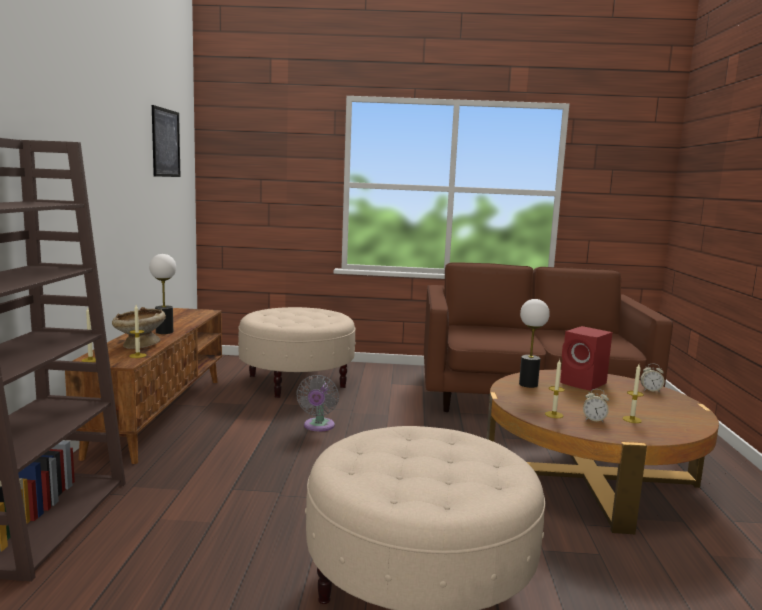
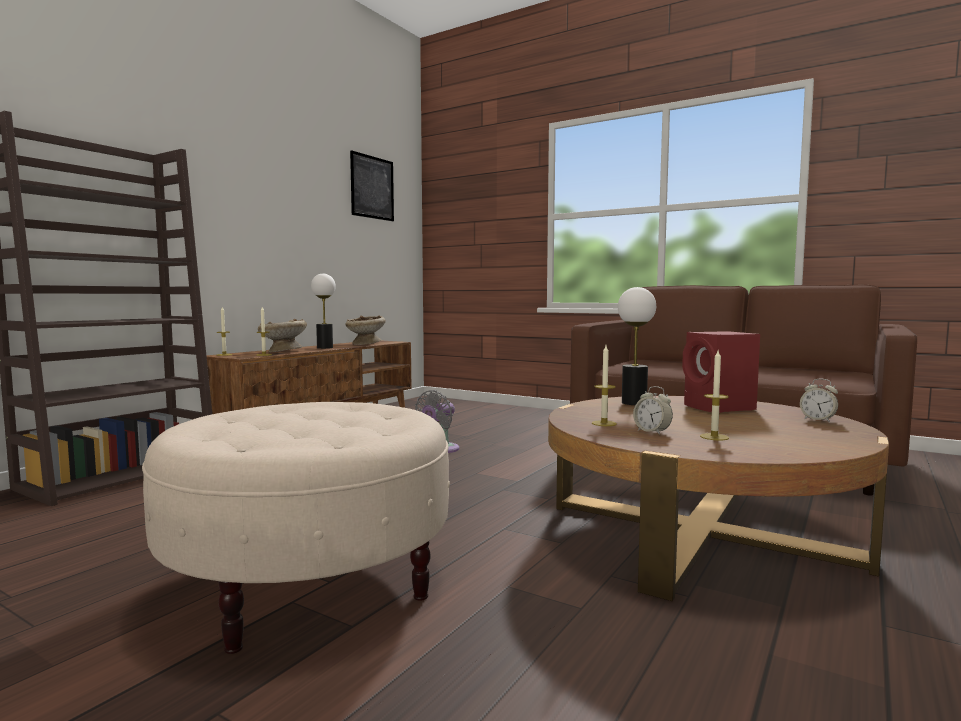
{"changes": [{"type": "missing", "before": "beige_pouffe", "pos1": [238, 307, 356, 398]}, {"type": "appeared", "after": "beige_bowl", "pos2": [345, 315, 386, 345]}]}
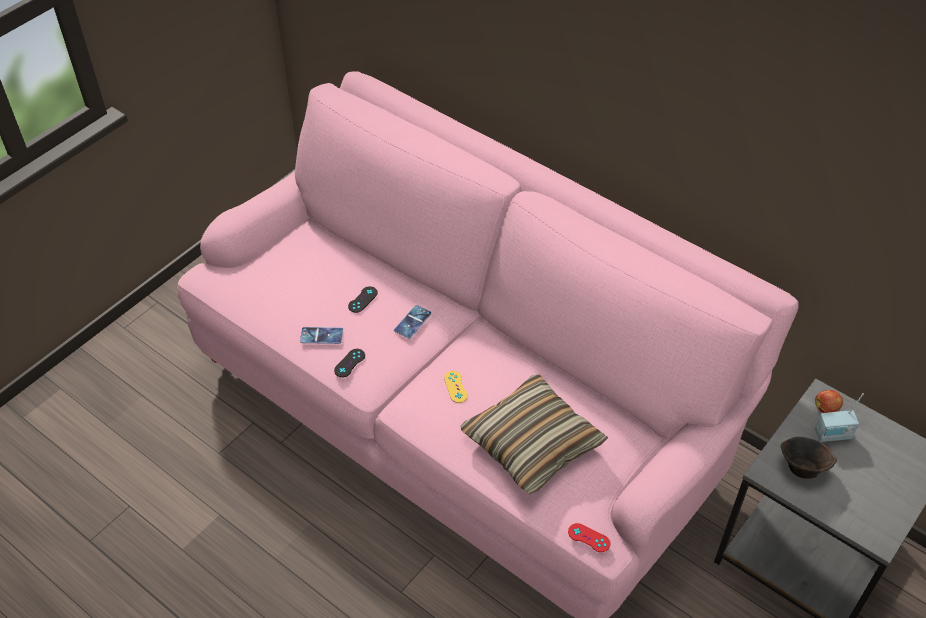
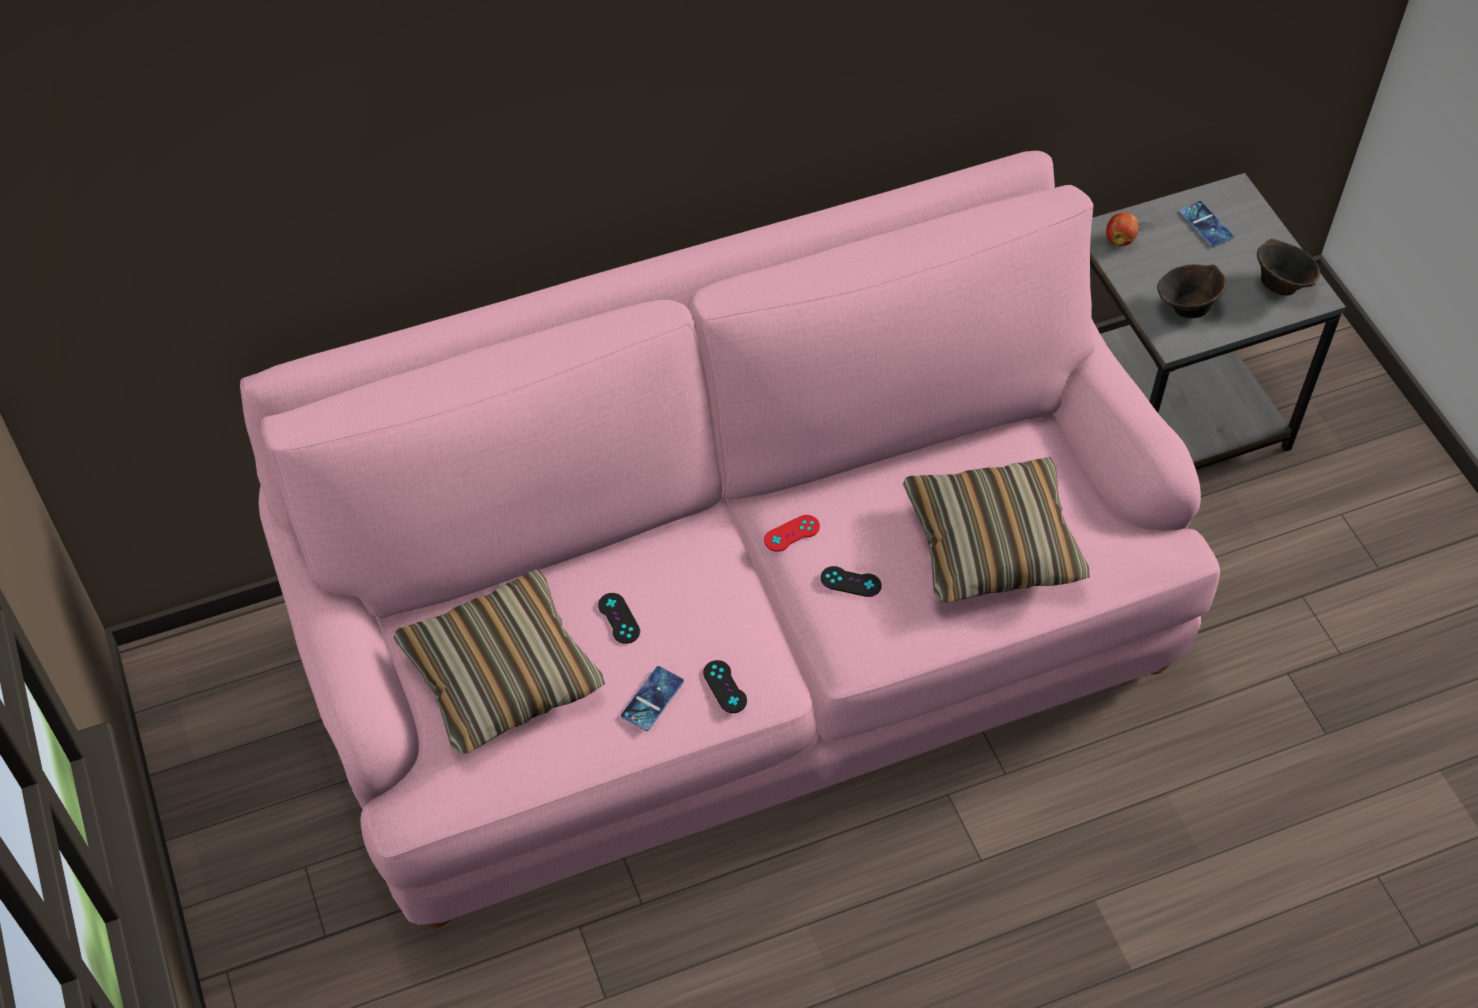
{"changes": [{"type": "relocated", "before": "telephone", "pos1": [394, 305, 432, 339], "pos2": [1179, 201, 1234, 247]}, {"type": "colour", "before": "yellowish_gamepad", "after": "black_gamepad", "pos1": [444, 371, 468, 403], "pos2": [820, 566, 882, 597]}, {"type": "relocated", "before": "red-coloured_gamepad", "pos1": [568, 523, 610, 552], "pos2": [764, 515, 820, 552]}, {"type": "missing", "before": "radio", "pos1": [815, 393, 864, 442]}, {"type": "appeared", "after": "throw_pillow", "pos2": [394, 568, 605, 753]}, {"type": "appeared", "after": "brown_bowl", "pos2": [1257, 239, 1320, 296]}]}
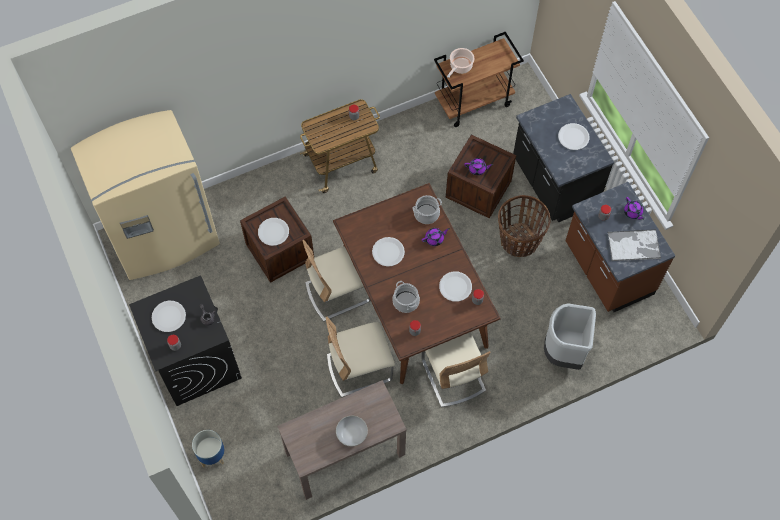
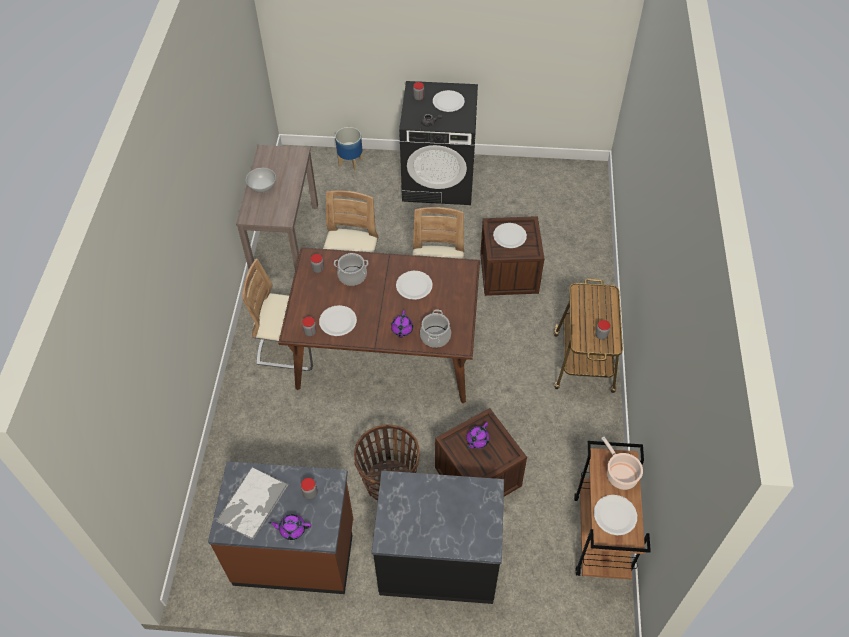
{"changes": [{"type": "missing", "before": "beige_fridge", "pos1": [71, 110, 220, 280]}, {"type": "missing", "before": "greyish_trash_can", "pos1": [544, 304, 596, 370]}, {"type": "relocated", "before": "white-coloured_flat_dish", "pos1": [558, 123, 590, 150], "pos2": [594, 495, 637, 535]}]}
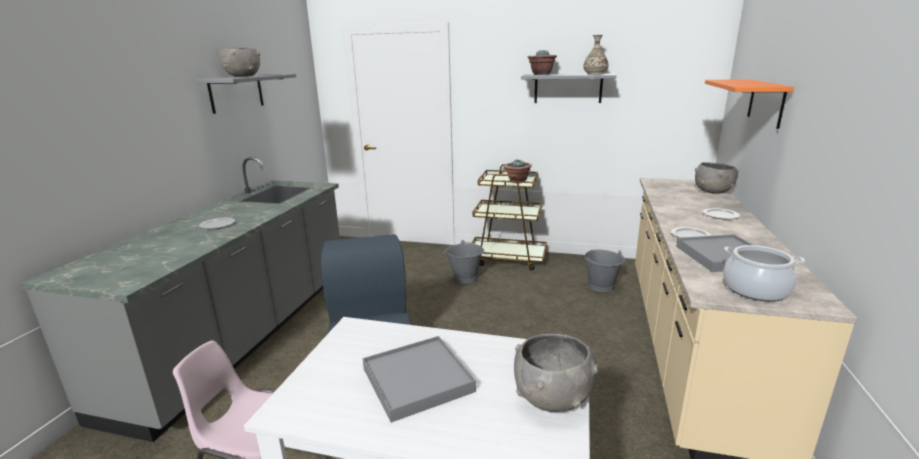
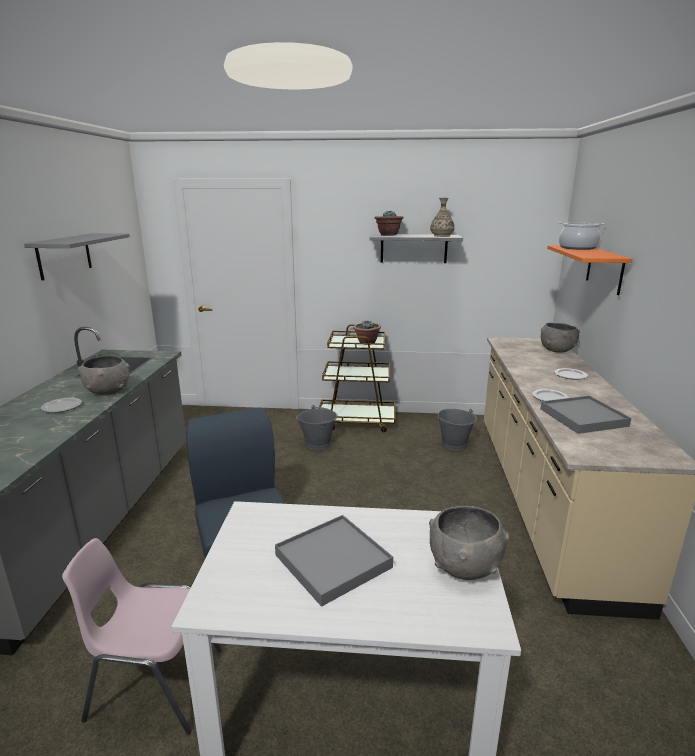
{"changes": [{"type": "relocated", "before": "greyish_bowl", "pos1": [218, 47, 260, 77], "pos2": [77, 355, 130, 395]}, {"type": "relocated", "before": "cooking_pot", "pos1": [723, 245, 805, 302], "pos2": [559, 222, 605, 250]}]}
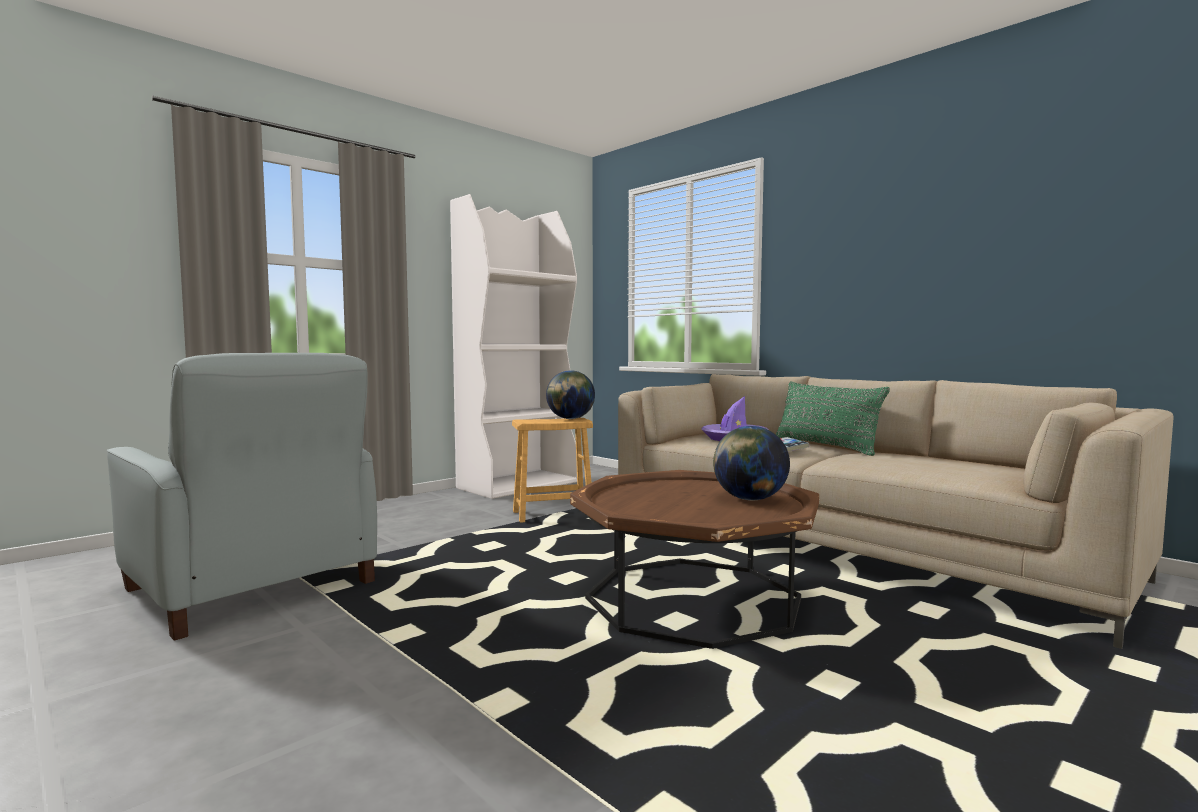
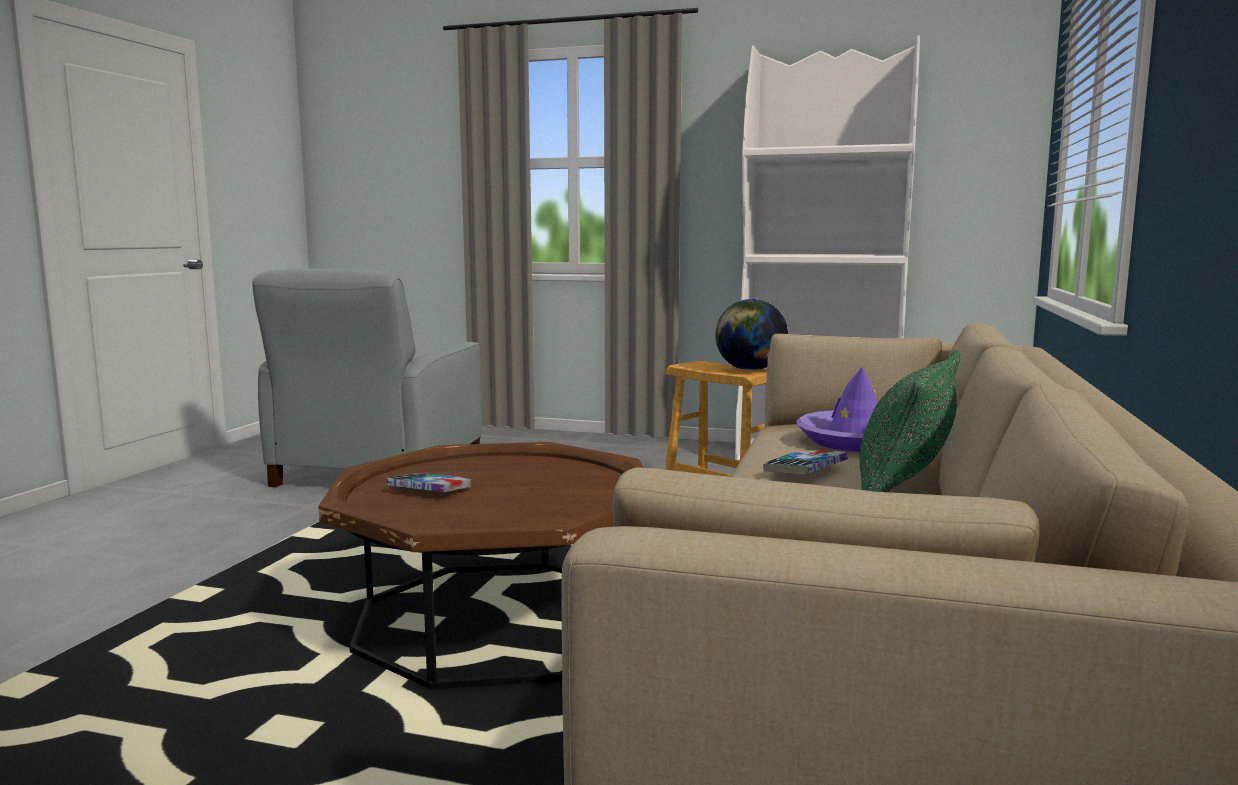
{"changes": [{"type": "missing", "before": "desk_globe", "pos1": [713, 426, 790, 500]}, {"type": "appeared", "after": "book", "pos2": [386, 473, 472, 492]}]}
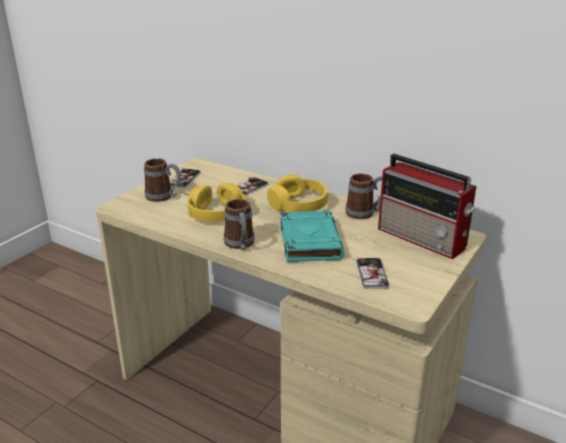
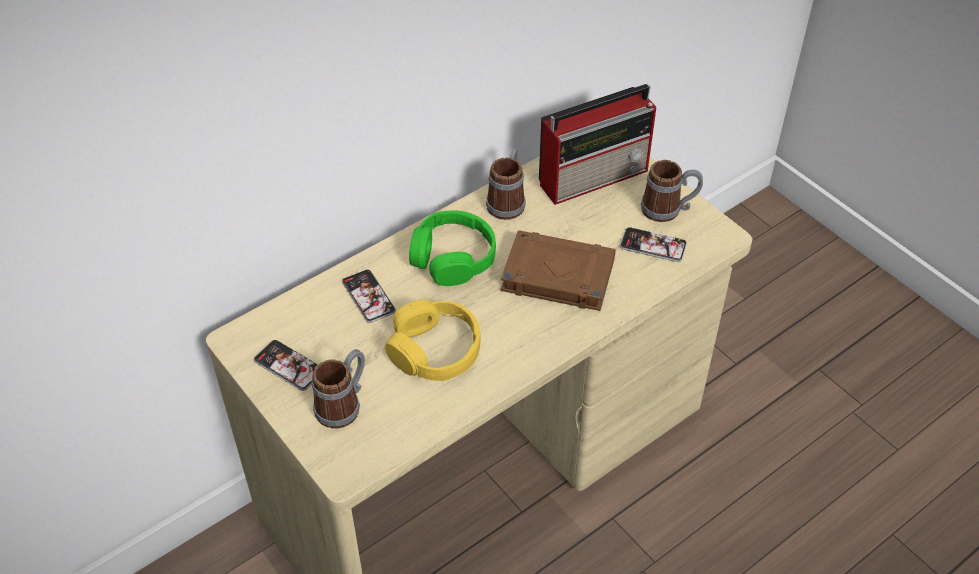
{"changes": [{"type": "relocated", "before": "coffee_mug", "pos1": [224, 199, 255, 250], "pos2": [641, 160, 703, 222]}, {"type": "colour", "before": "yellowish_headphones", "after": "greenish_headphones", "pos1": [267, 175, 328, 212], "pos2": [409, 210, 496, 286]}, {"type": "colour", "before": "turquoise_book", "after": "brown_book", "pos1": [280, 211, 344, 262], "pos2": [501, 230, 616, 311]}]}
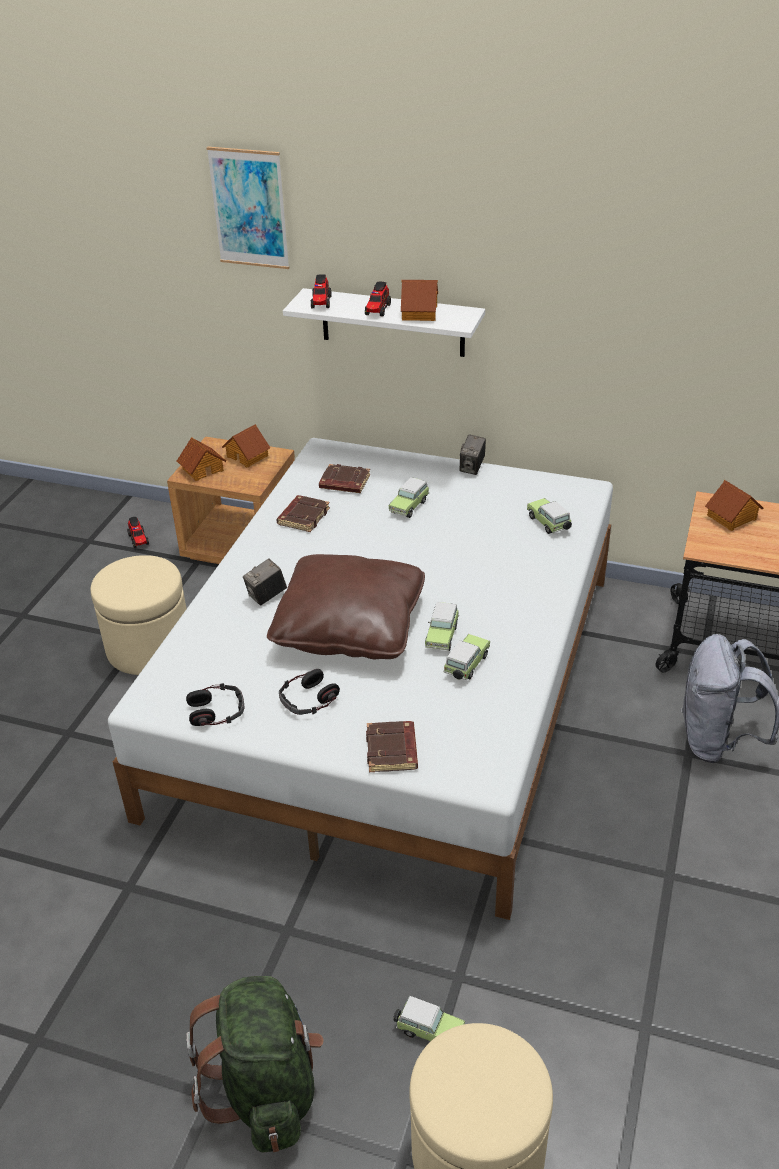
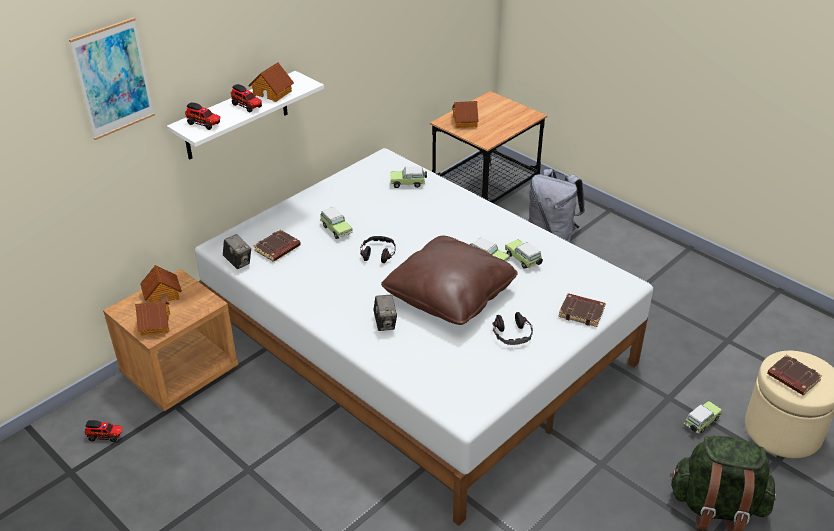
{"changes": [{"type": "missing", "before": "beige_pouffe", "pos1": [90, 555, 187, 675]}, {"type": "relocated", "before": "headphones", "pos1": [186, 683, 245, 726], "pos2": [360, 236, 396, 263]}, {"type": "relocated", "before": "brown_book", "pos1": [276, 495, 330, 532], "pos2": [767, 354, 822, 395]}, {"type": "relocated", "before": "still_camera", "pos1": [460, 435, 486, 475], "pos2": [223, 234, 251, 269]}]}
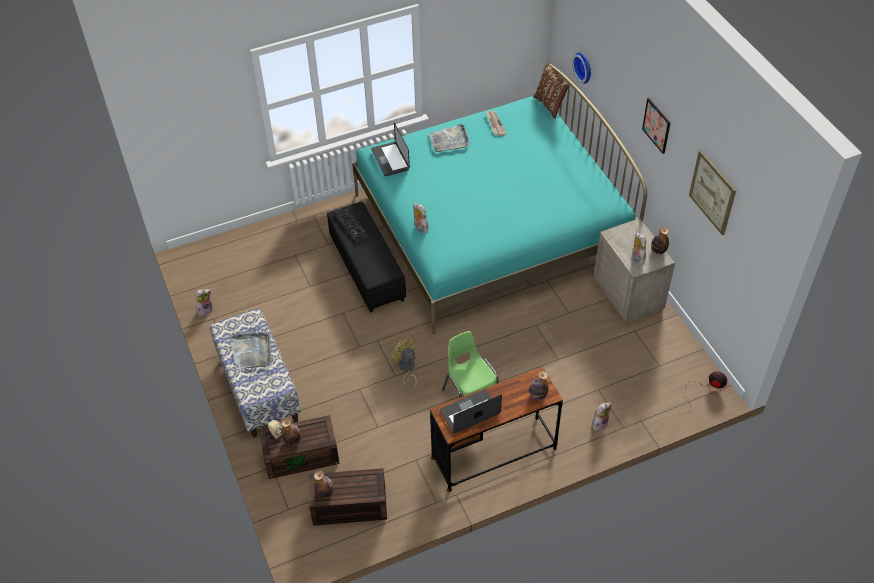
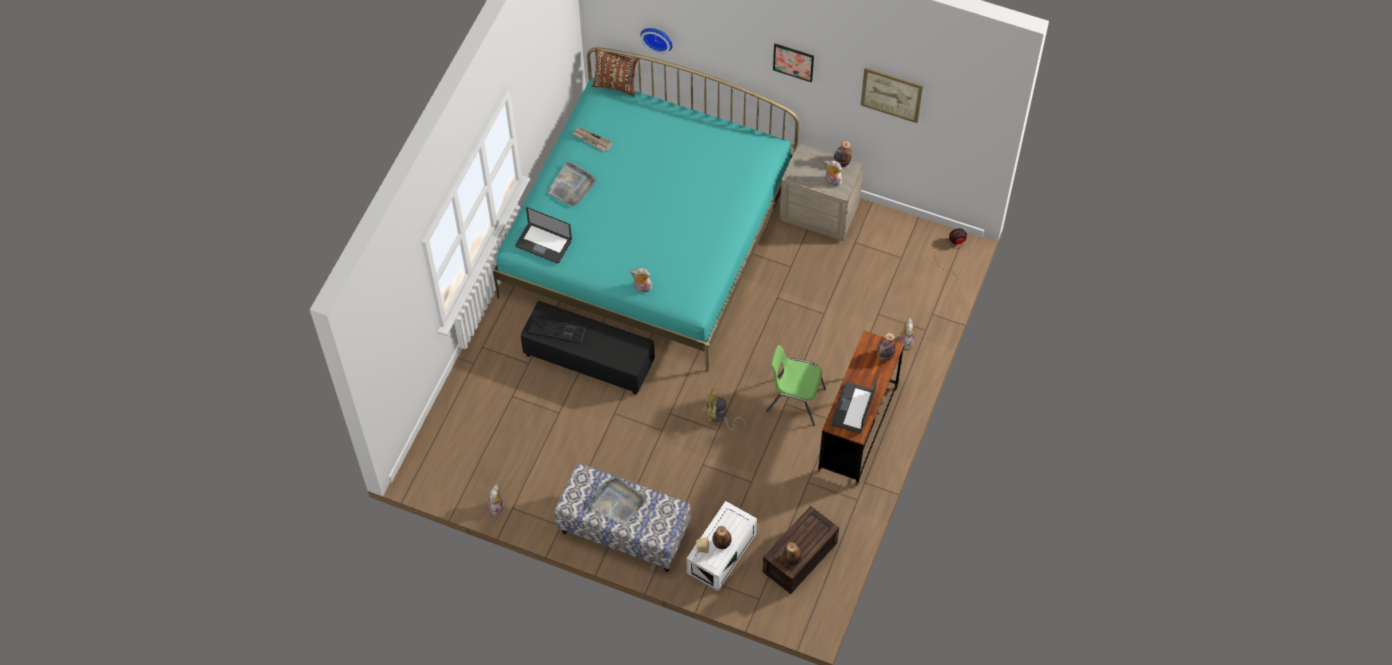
{"changes": [{"type": "colour", "before": "brown_storage_container", "after": "white-coloured_storage_container", "pos1": [259, 415, 340, 479], "pos2": [686, 501, 757, 591]}]}
